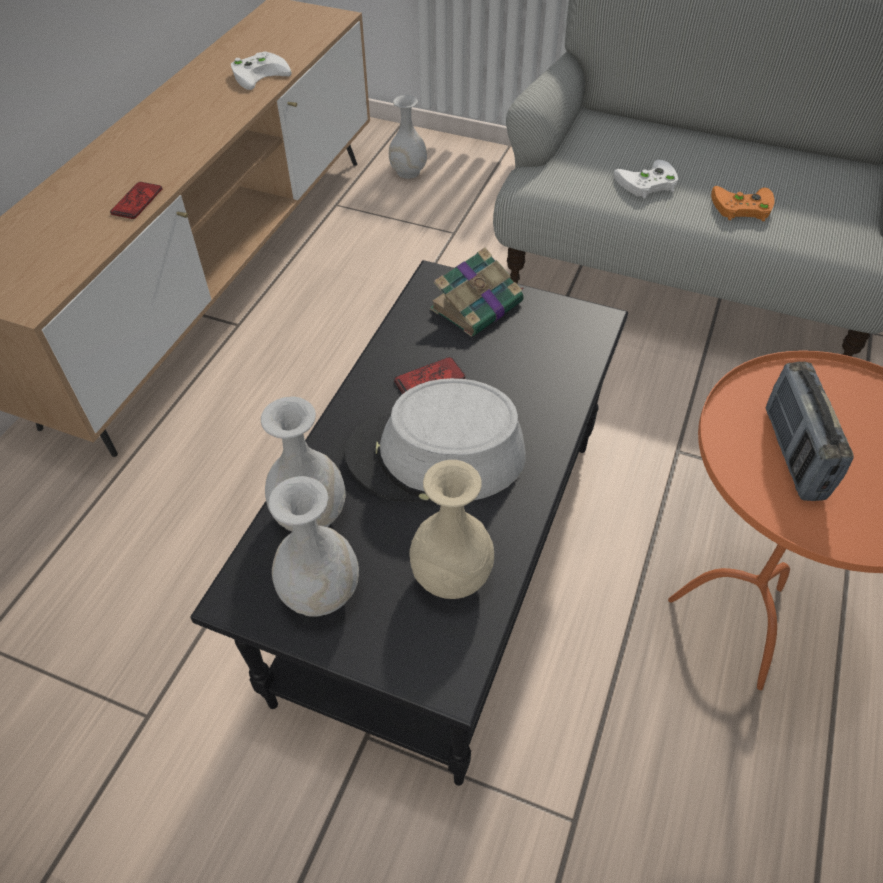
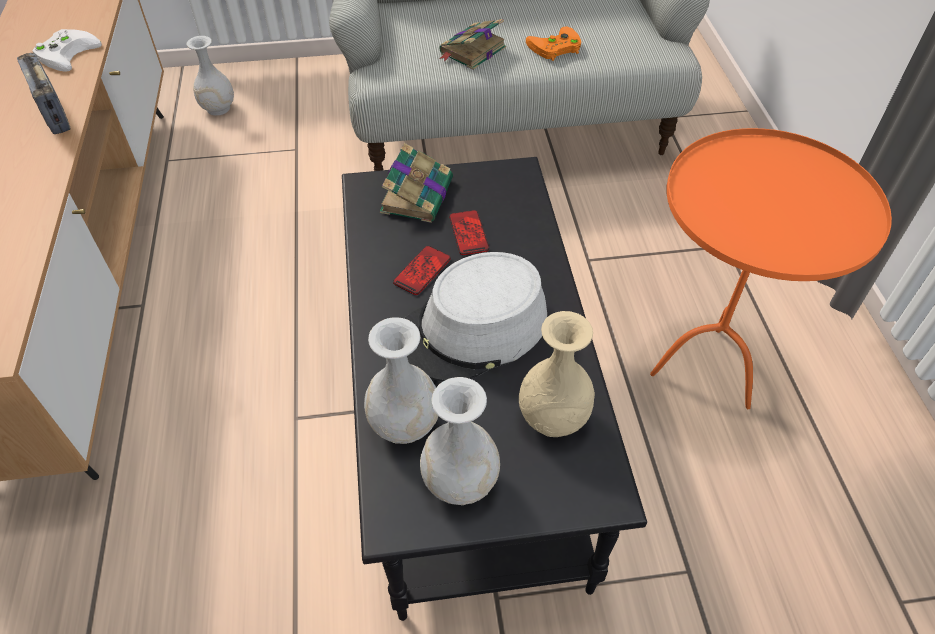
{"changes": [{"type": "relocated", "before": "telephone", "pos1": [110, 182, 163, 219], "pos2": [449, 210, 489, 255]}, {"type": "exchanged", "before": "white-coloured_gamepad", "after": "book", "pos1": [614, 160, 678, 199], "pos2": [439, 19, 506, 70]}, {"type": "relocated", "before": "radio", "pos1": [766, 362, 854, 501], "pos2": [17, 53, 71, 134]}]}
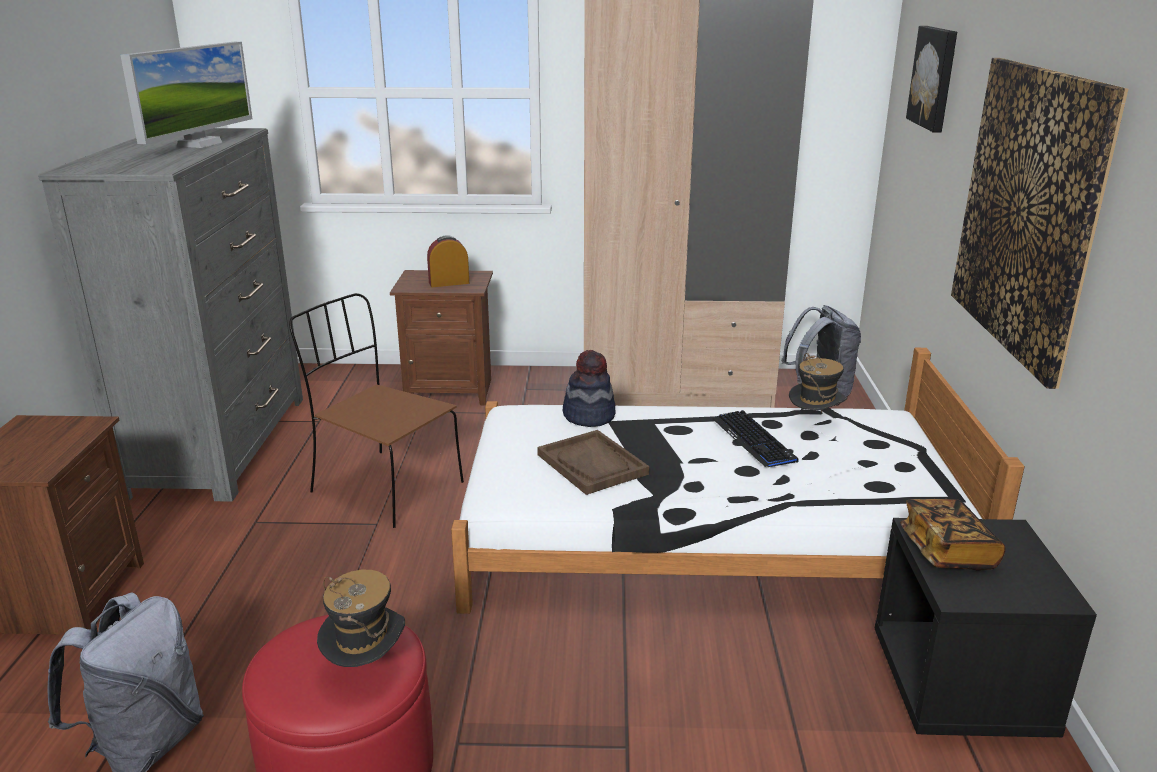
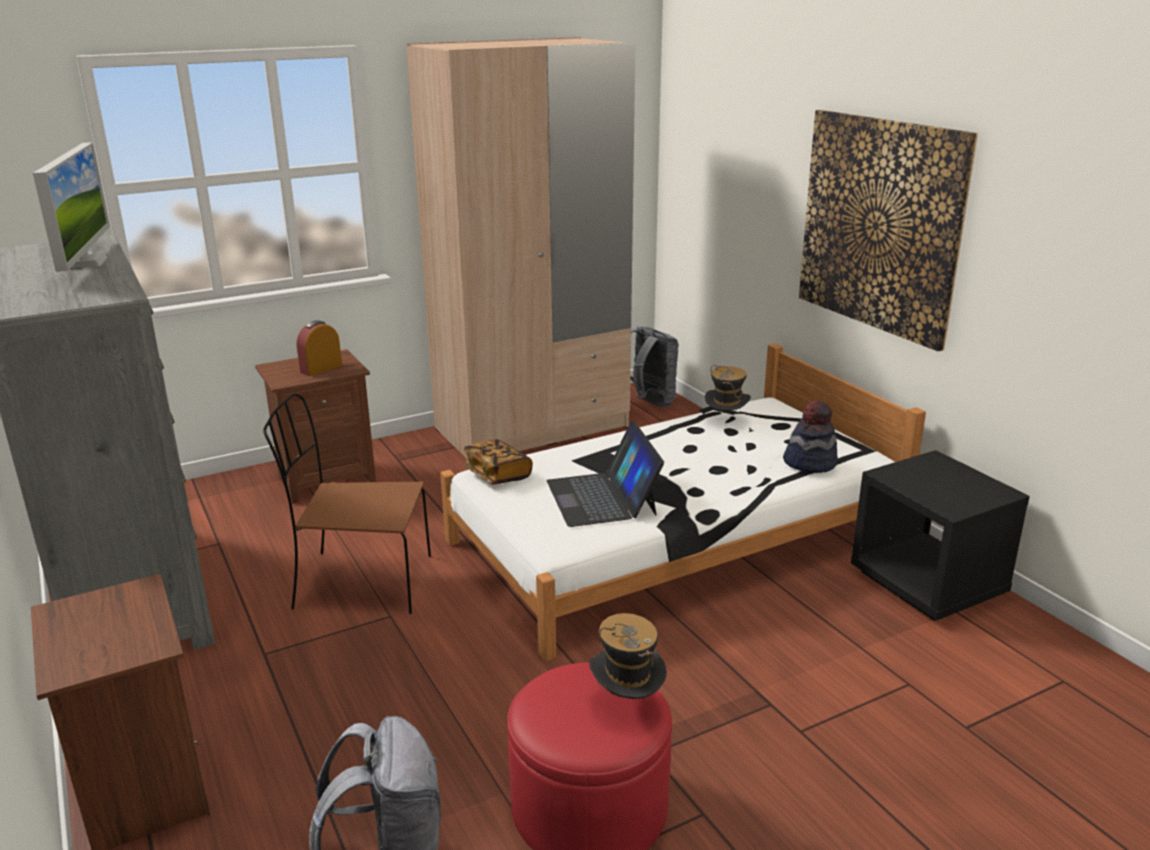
{"changes": [{"type": "exchanged", "before": "brown_tray", "after": "laptop", "pos1": [537, 430, 649, 495], "pos2": [547, 421, 664, 527]}, {"type": "relocated", "before": "hat", "pos1": [563, 350, 616, 427], "pos2": [783, 401, 838, 473]}, {"type": "missing", "before": "PC_keyboard", "pos1": [713, 410, 798, 467]}, {"type": "relocated", "before": "book", "pos1": [900, 499, 1005, 571], "pos2": [463, 439, 533, 485]}, {"type": "missing", "before": "picture", "pos1": [906, 26, 957, 133]}]}
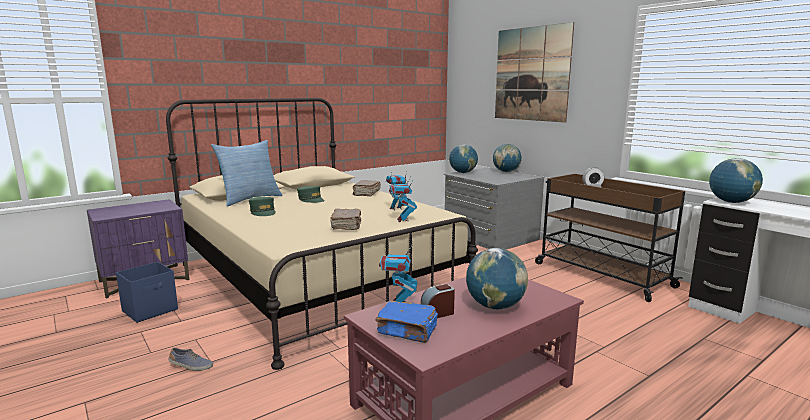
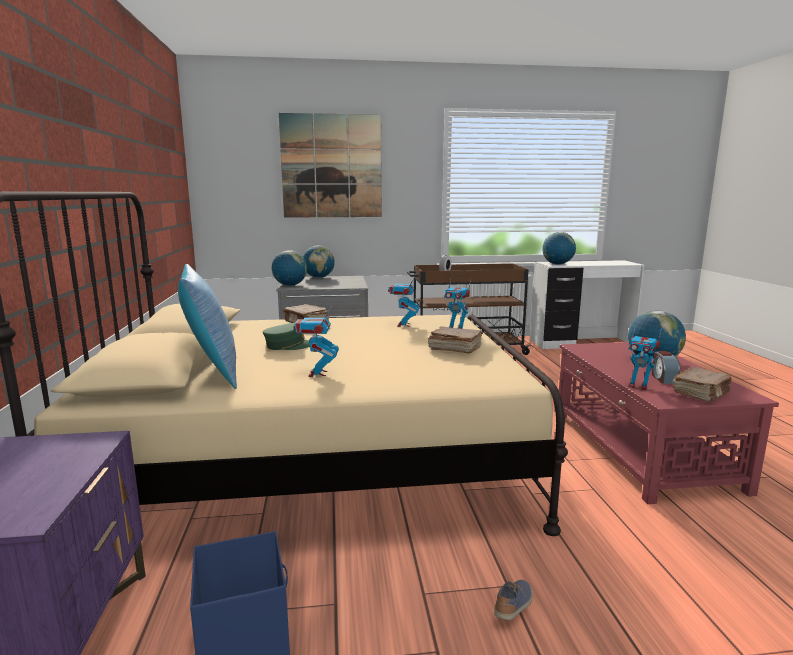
{"changes": [{"type": "exchanged", "before": "greenish_peaked_cap", "after": "robot_figure", "pos1": [249, 197, 276, 216], "pos2": [294, 306, 339, 377]}, {"type": "colour", "before": "blue_book", "after": "brown_book", "pos1": [375, 301, 438, 343], "pos2": [673, 366, 732, 401]}]}
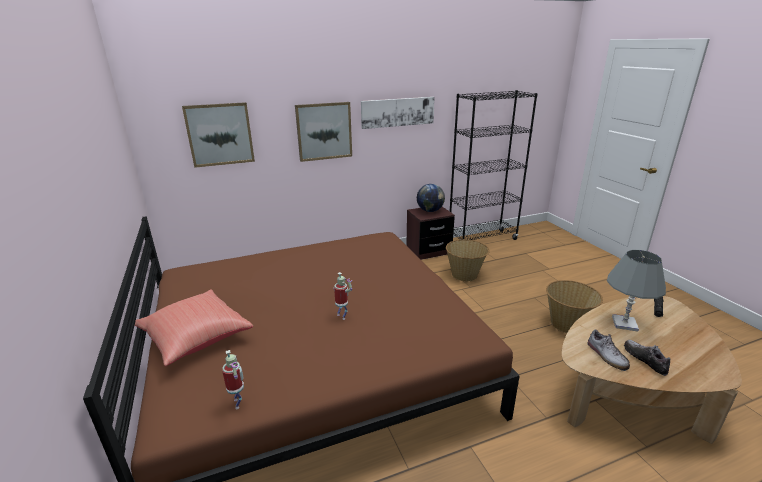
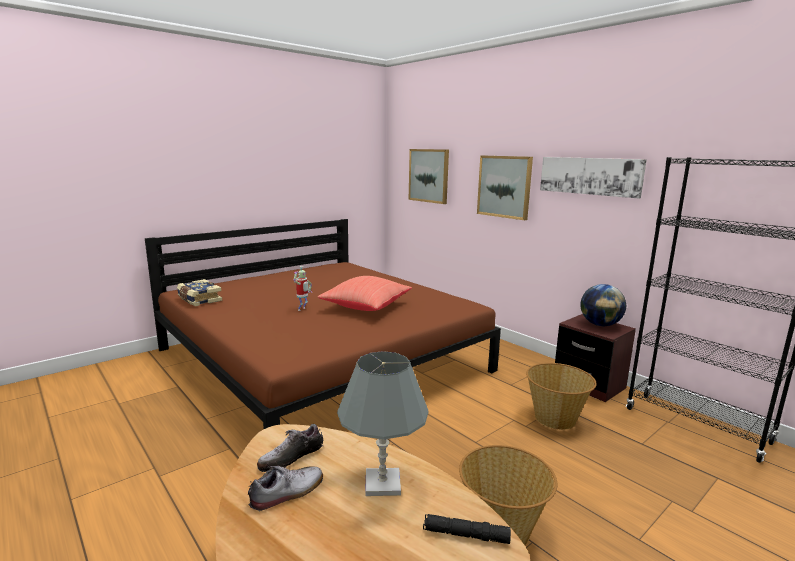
{"changes": [{"type": "relocated", "before": "red-coloured_throw_pillow", "pos1": [135, 289, 253, 366], "pos2": [318, 276, 412, 311]}, {"type": "exchanged", "before": "robot_figure", "after": "book", "pos1": [222, 350, 244, 409], "pos2": [177, 279, 222, 306]}]}
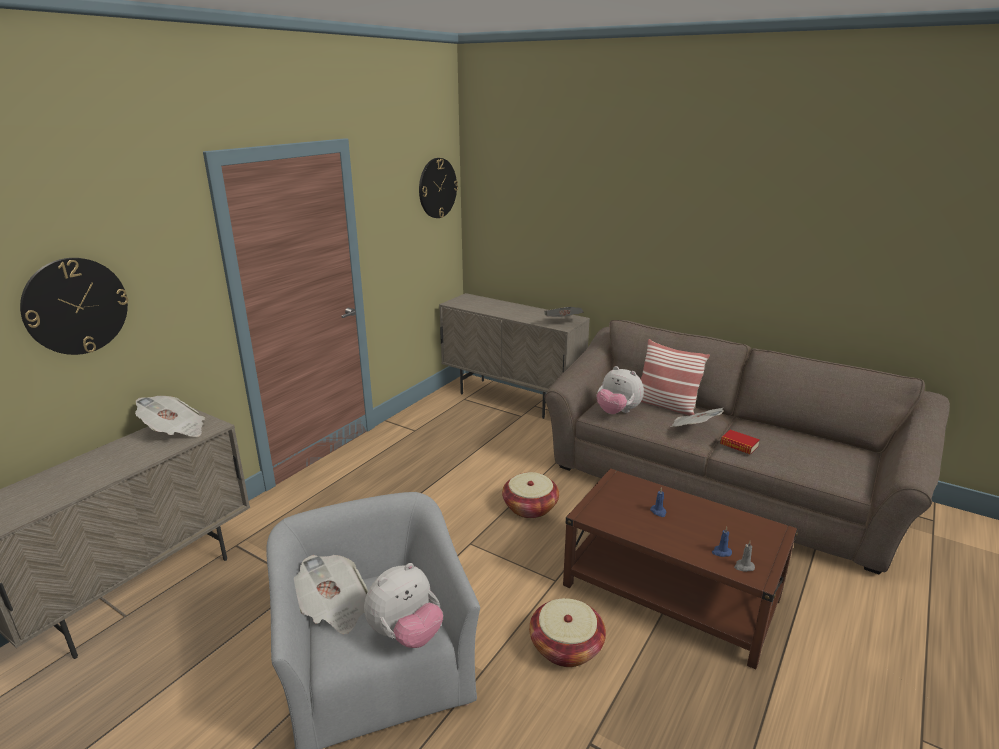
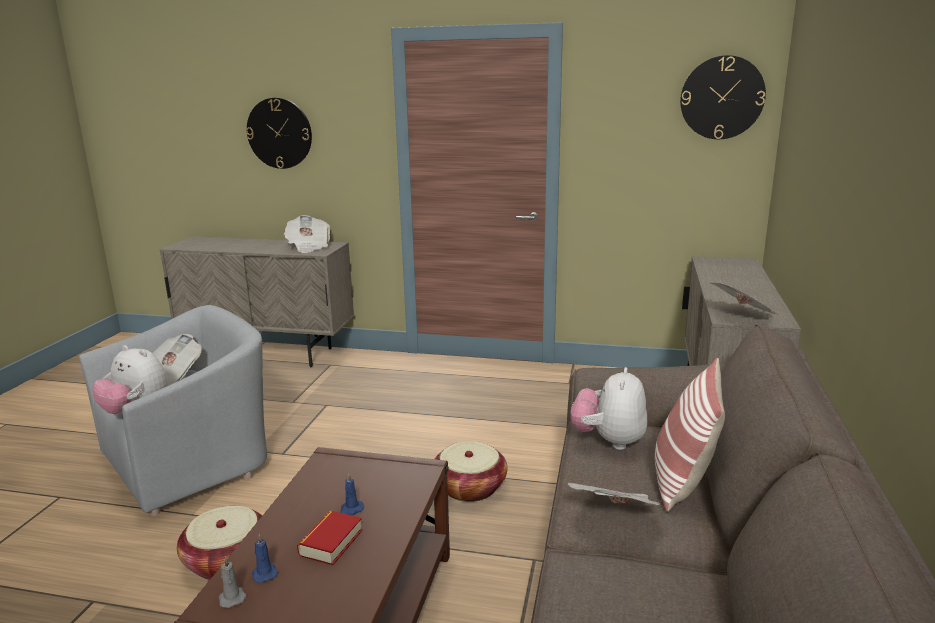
{"changes": [{"type": "relocated", "before": "book", "pos1": [720, 430, 760, 454], "pos2": [297, 510, 363, 565]}]}
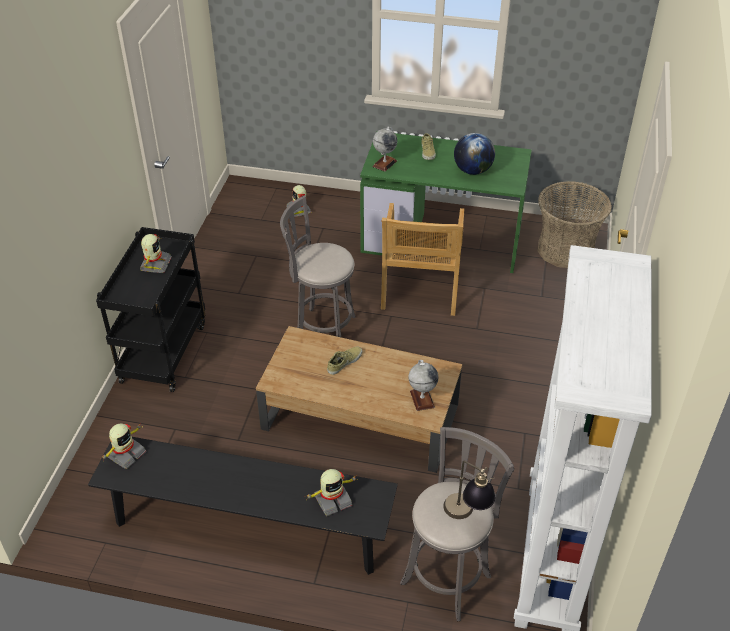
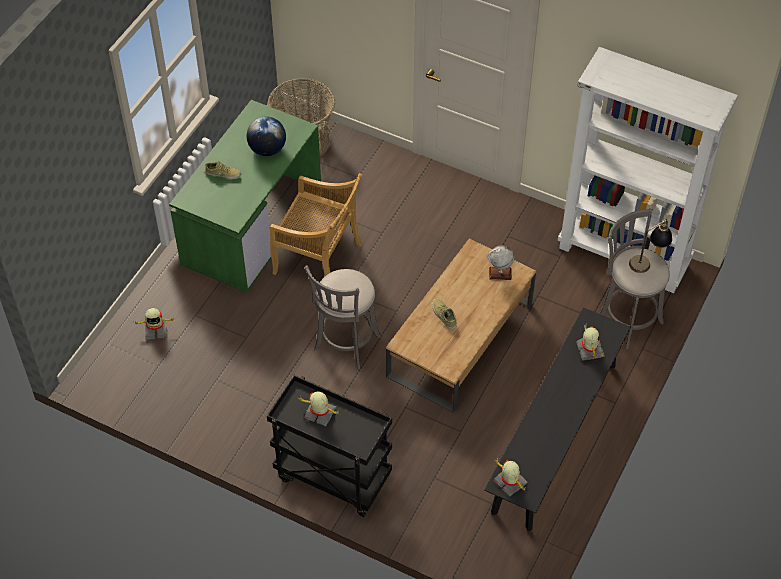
{"changes": [{"type": "missing", "before": "desk_globe", "pos1": [372, 127, 397, 172]}]}
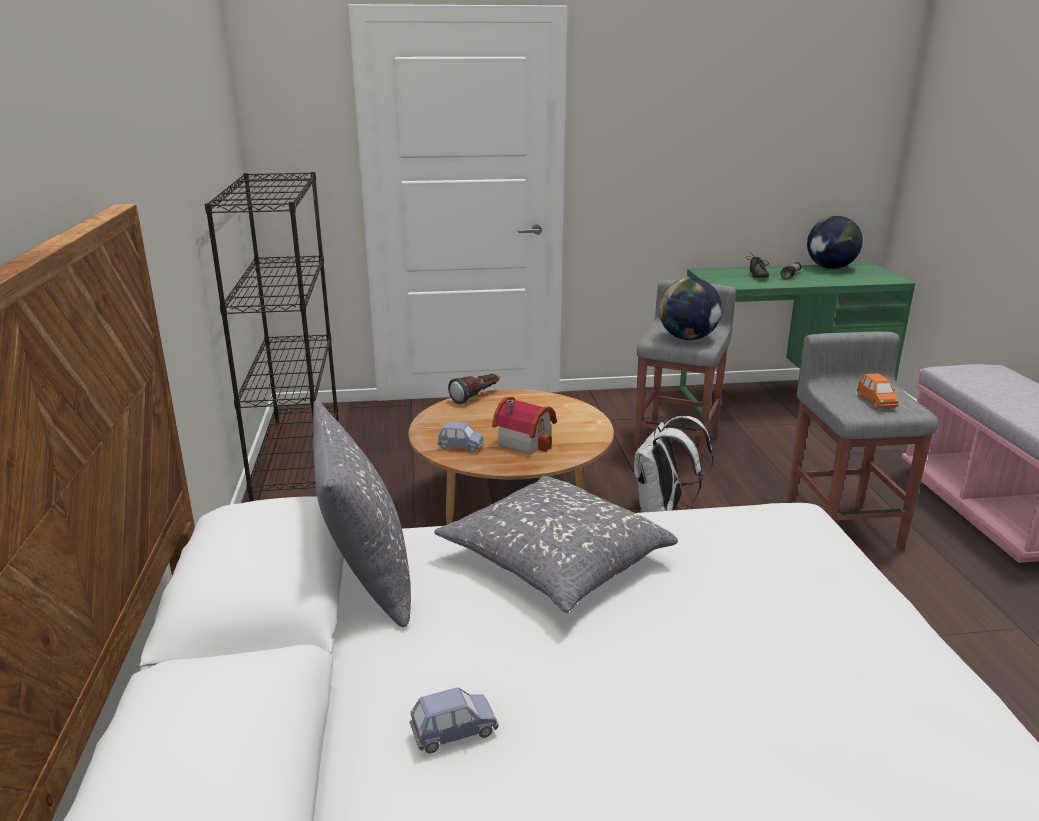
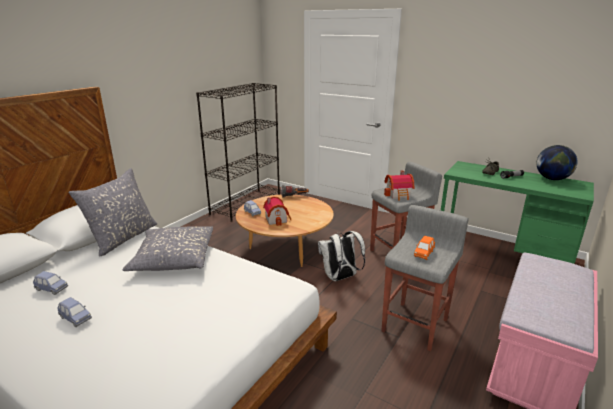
{"changes": [{"type": "exchanged", "before": "desk_globe", "after": "toy_house", "pos1": [659, 278, 722, 340], "pos2": [384, 170, 414, 201]}, {"type": "appeared", "after": "blue_toy_car", "pos2": [57, 297, 92, 327]}]}
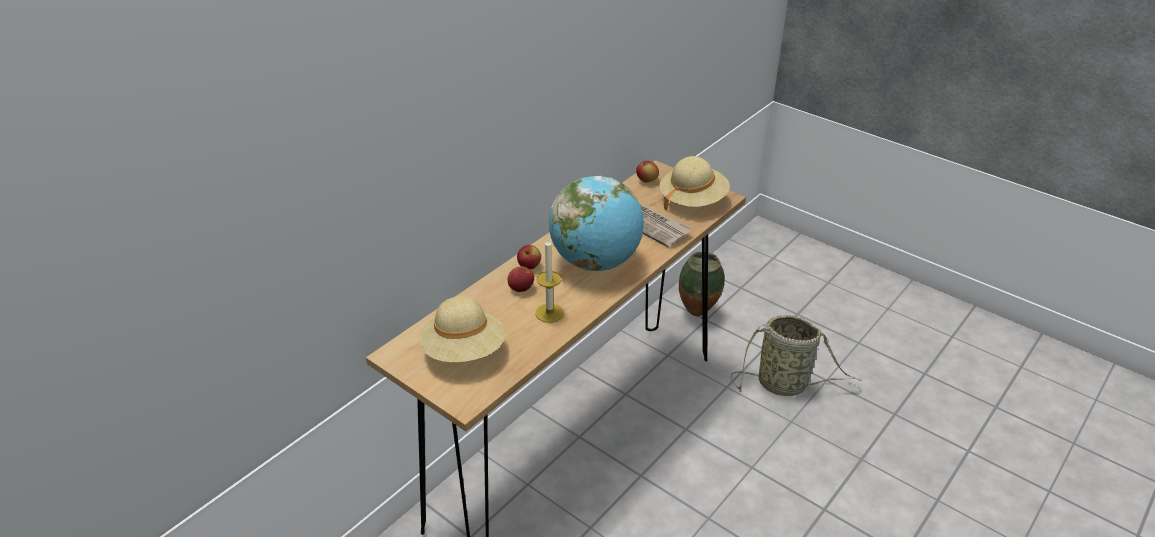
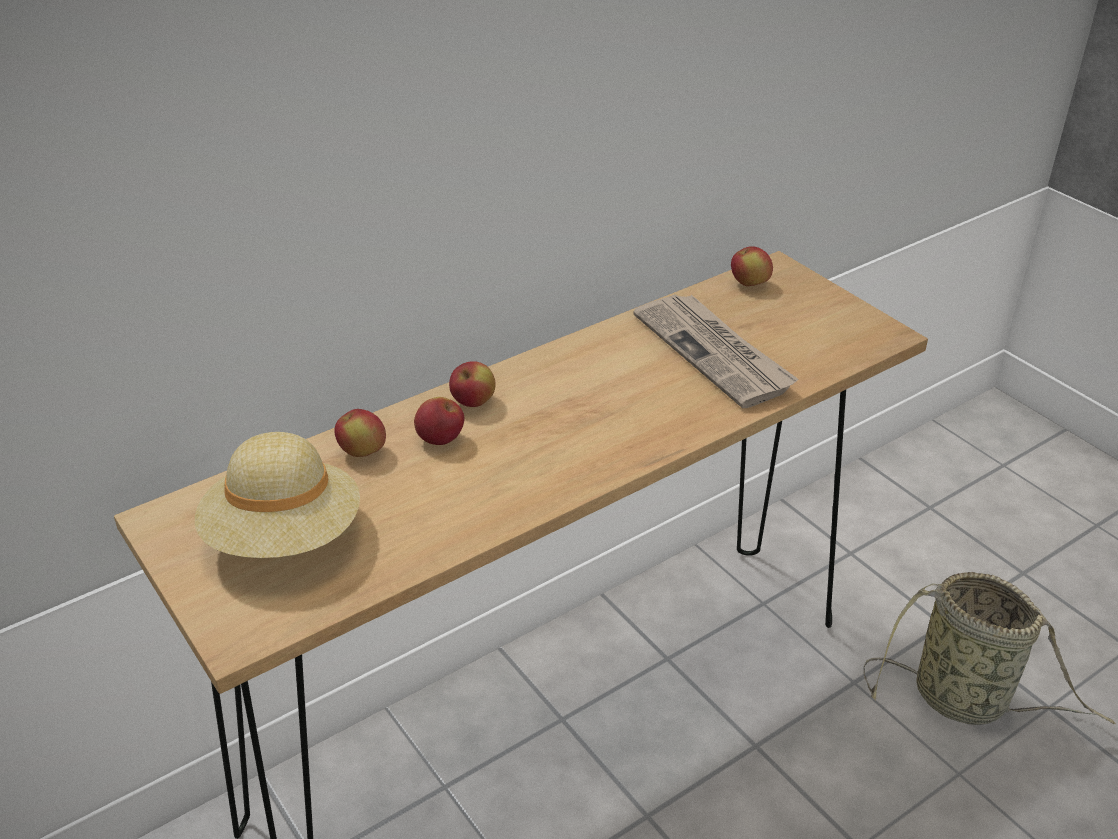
{"changes": [{"type": "missing", "before": "wax_light", "pos1": [535, 239, 564, 323]}, {"type": "missing", "before": "desk_globe", "pos1": [549, 176, 644, 271]}, {"type": "missing", "before": "beige_hat", "pos1": [659, 156, 730, 211]}, {"type": "missing", "before": "flower_vase", "pos1": [679, 252, 725, 316]}, {"type": "appeared", "after": "whole_apple", "pos2": [334, 409, 386, 457]}]}
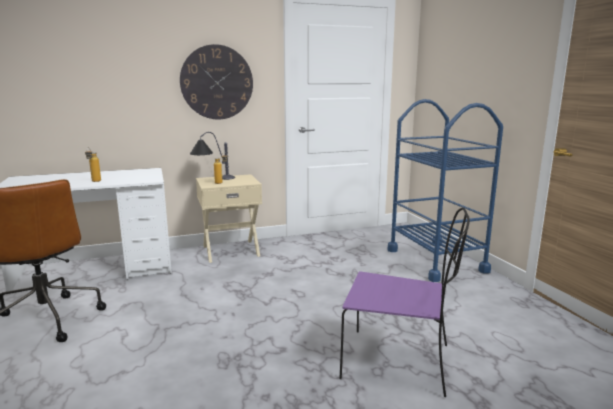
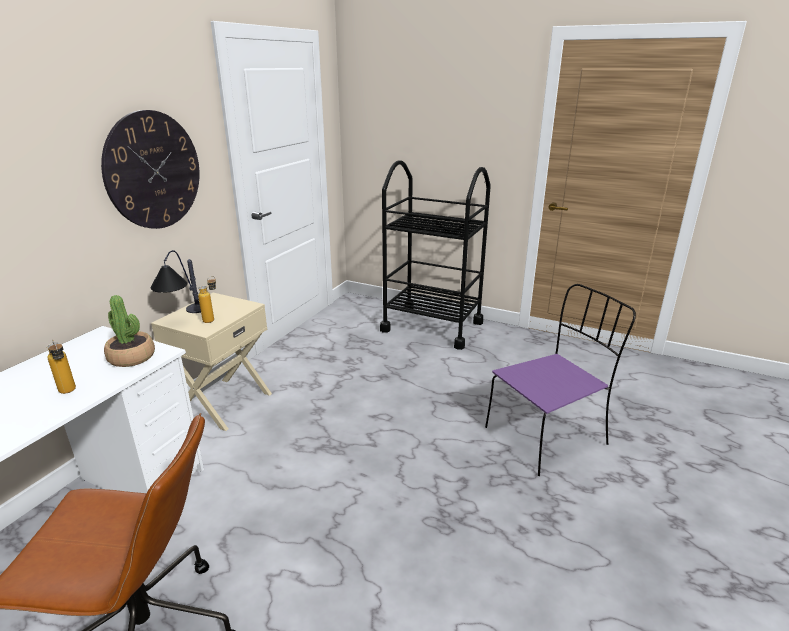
{"changes": [{"type": "colour", "before": "blue_cart", "after": "black_cart", "pos1": [388, 99, 503, 282], "pos2": [380, 160, 491, 350]}, {"type": "appeared", "after": "plant_in_a_pot", "pos2": [104, 295, 155, 367]}]}
